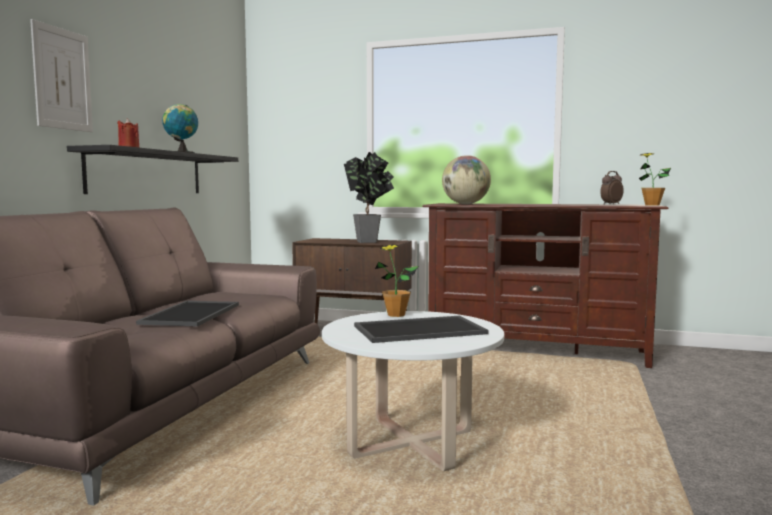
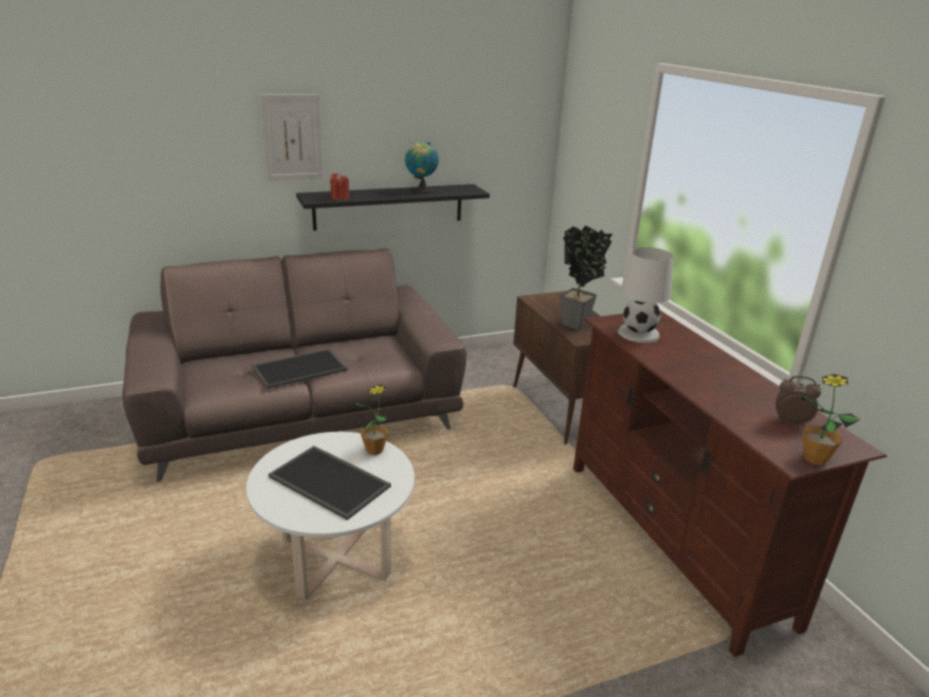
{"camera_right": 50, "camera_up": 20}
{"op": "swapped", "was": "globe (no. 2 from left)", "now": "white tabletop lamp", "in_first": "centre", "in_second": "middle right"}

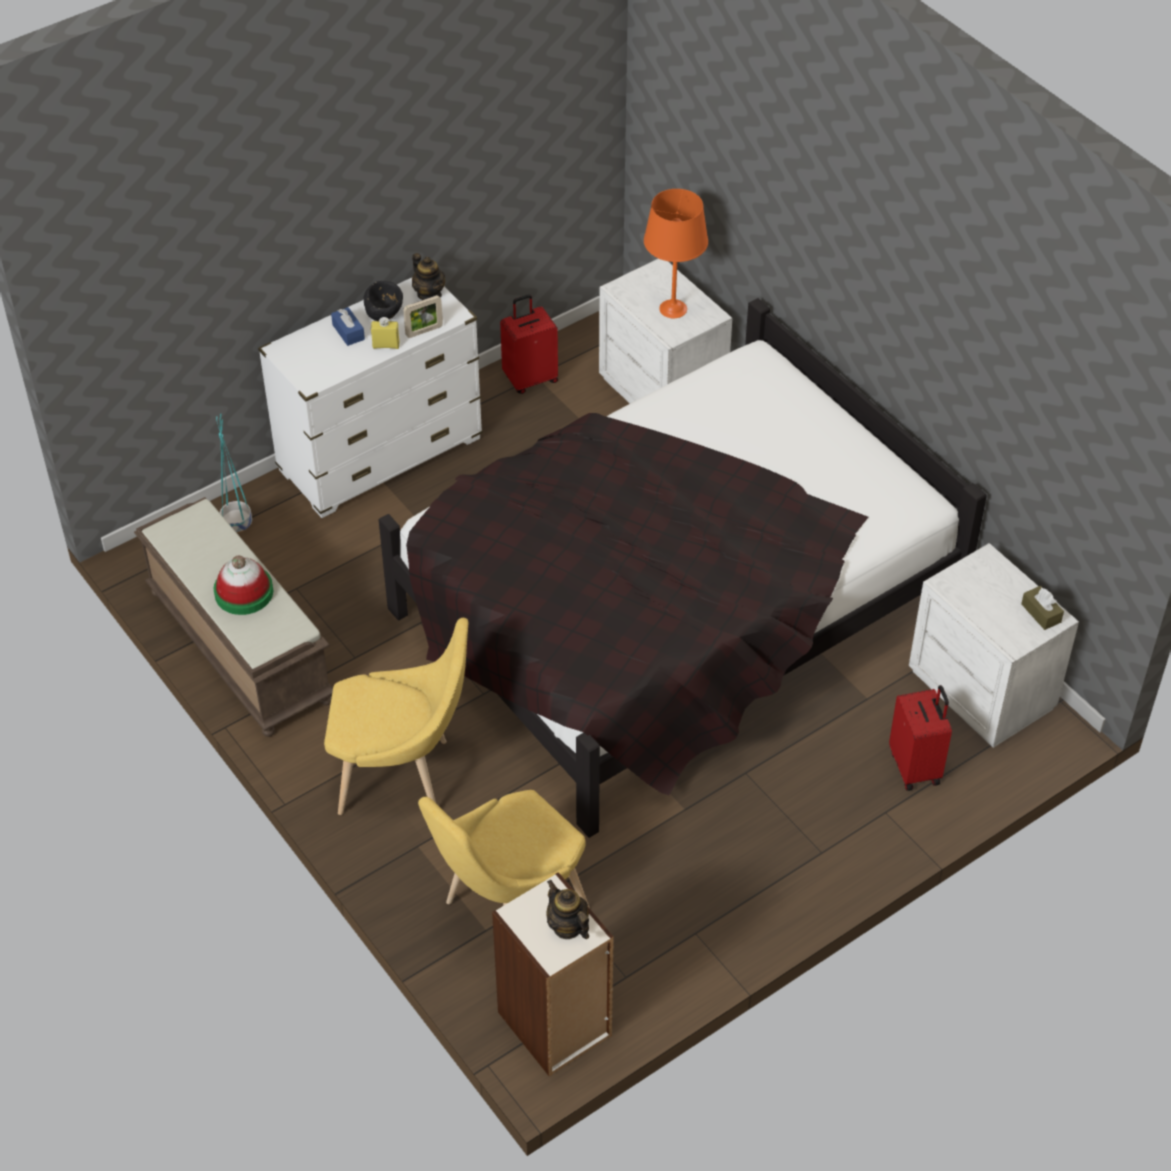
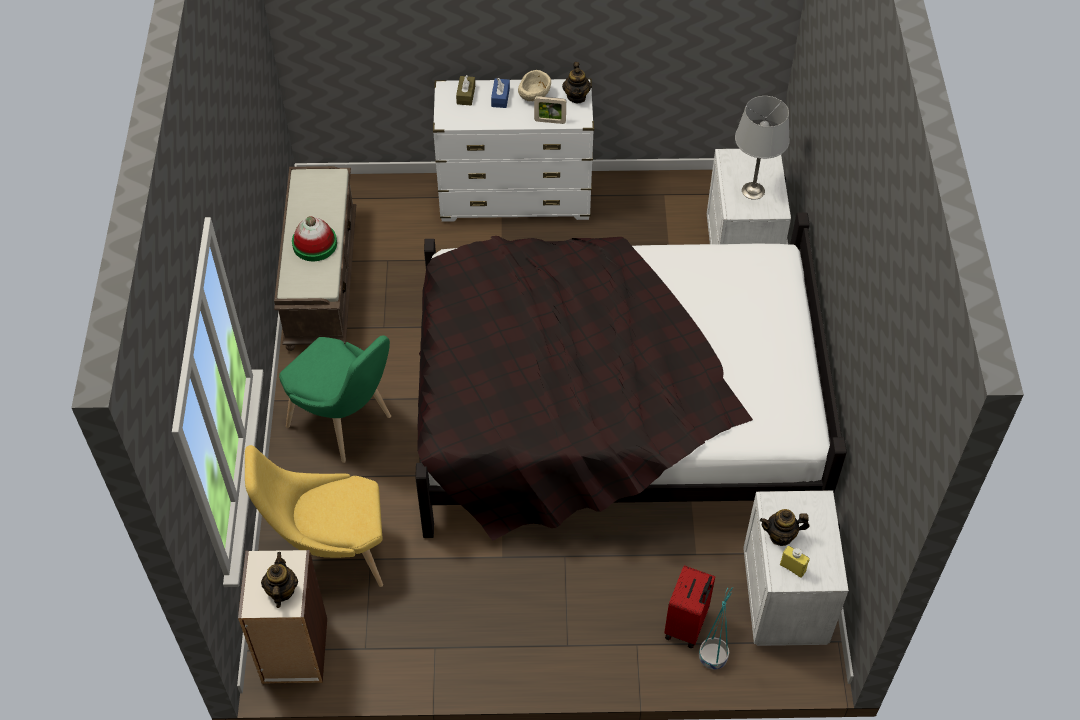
{"camera_right": 35, "camera_up": 5}
{"op": "shifted", "was": "blue-green plant pot", "in_first": "middle left", "in_second": "bottom centre"}
{"op": "repainted", "was": "yellow plain chair (no. 1 from left)", "now": "green plain chair", "in_first": "centre", "in_second": "middle left"}
{"op": "repainted", "was": "black-coloured bowl", "now": "sand-coloured bowl", "in_first": "top left", "in_second": "top centre"}
{"op": "shifted", "was": "yellow bottle", "in_first": "top left", "in_second": "bottom right"}
{"op": "gone", "was": "red piece of luggage (no. 1 from left)", "in_first": "top centre"}
{"op": "repainted", "was": "orangey tabletop lamp", "now": "gray tabletop lamp", "in_first": "top centre", "in_second": "top right"}
{"op": "shifted", "was": "brown-coloured box of tissues", "in_first": "middle right", "in_second": "top centre"}
{"op": "new", "now": "teapot (no. 3 from left)", "in_second": "bottom right"}

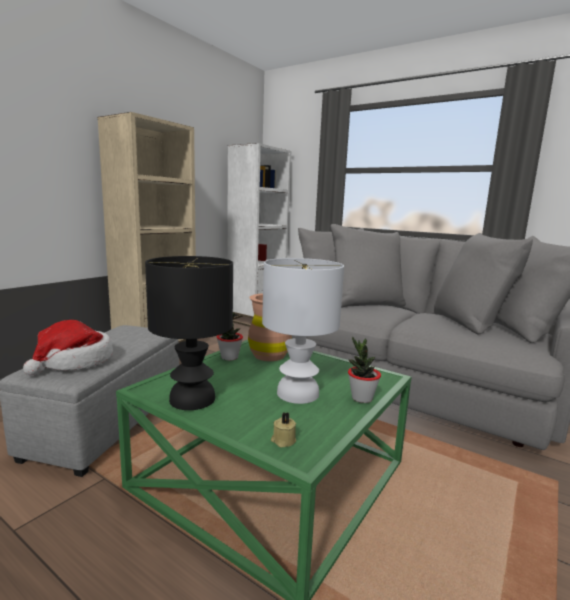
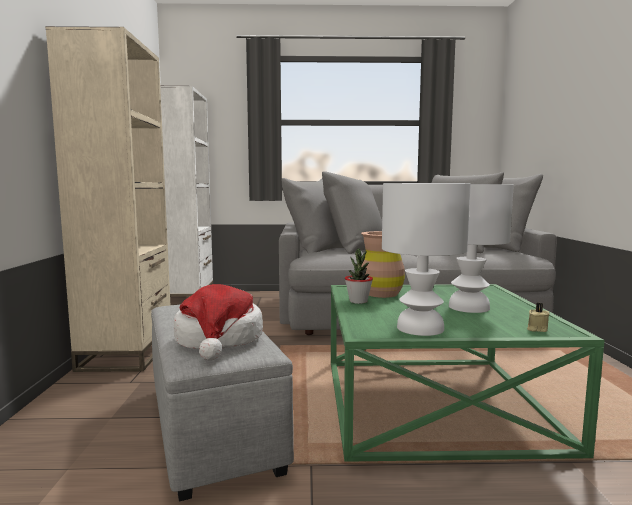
{"camera_right": -35, "camera_up": -5}
{"op": "repainted", "was": "black-coloured tabletop lamp", "now": "white tabletop lamp (no. 1 from left)", "in_first": "middle left", "in_second": "middle right"}
{"op": "gone", "was": "potted plant (no. 2 from left)", "in_first": "centre"}

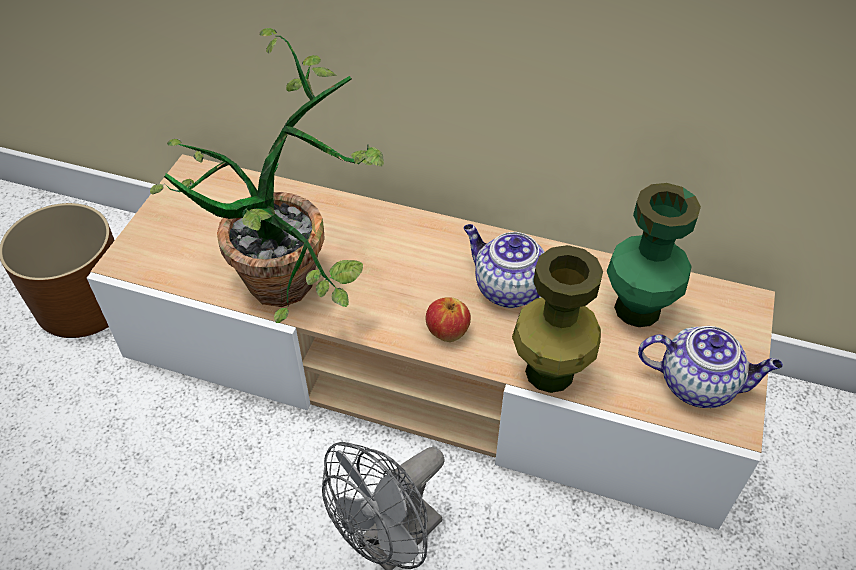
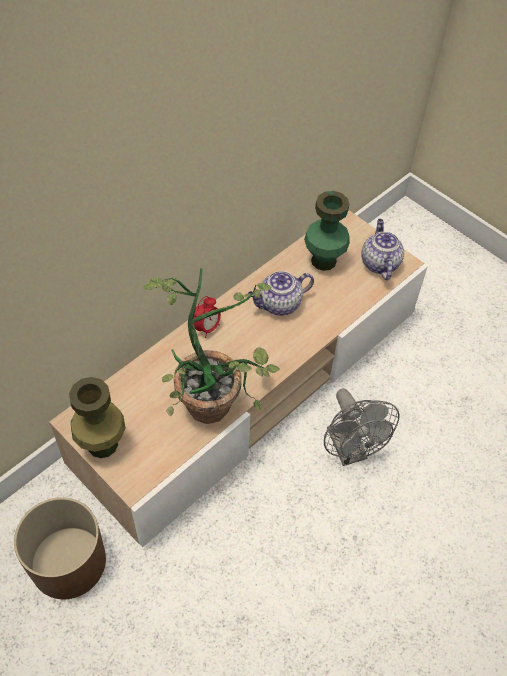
{"camera_right": -65, "camera_up": 5}
{"op": "gone", "was": "apple", "in_first": "centre"}
{"op": "shifted", "was": "green vase (no. 1 from left)", "in_first": "centre", "in_second": "middle left"}
{"op": "rotated", "was": "teapot (no. 2 from left)", "in_first": "middle right", "in_second": "middle right", "clockwise": -45}
{"op": "new", "now": "alarm clock", "in_second": "centre"}

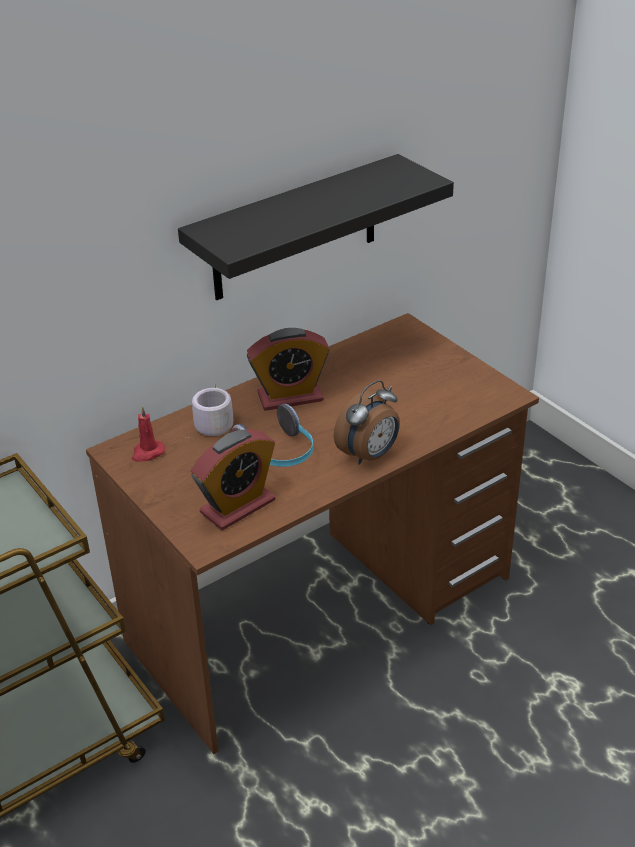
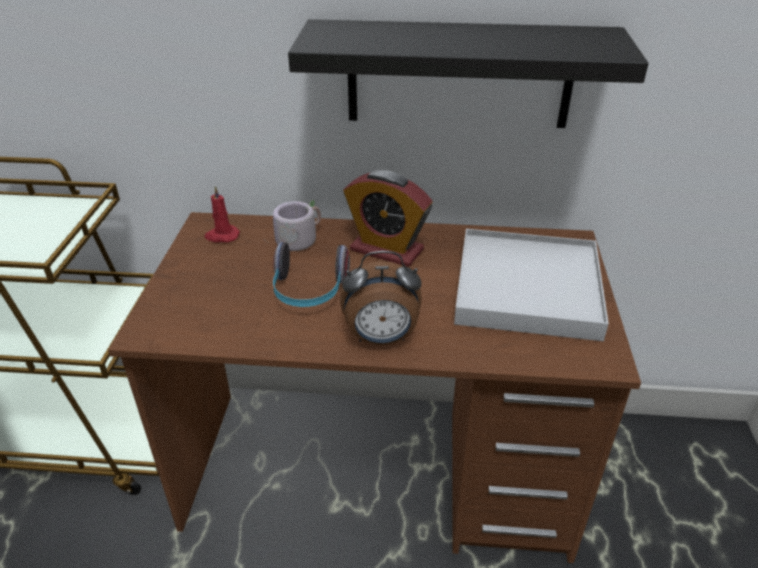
{"camera_right": 40, "camera_up": 0}
{"op": "gone", "was": "alarm clock (no. 1 from left)", "in_first": "centre"}
{"op": "new", "now": "white carrying tray", "in_second": "middle right"}

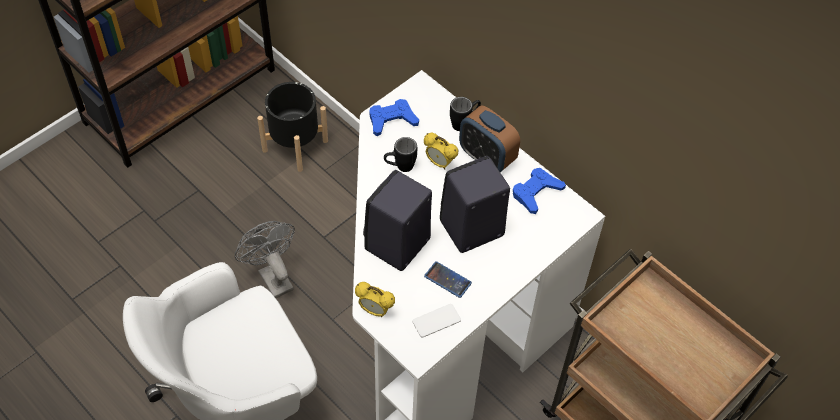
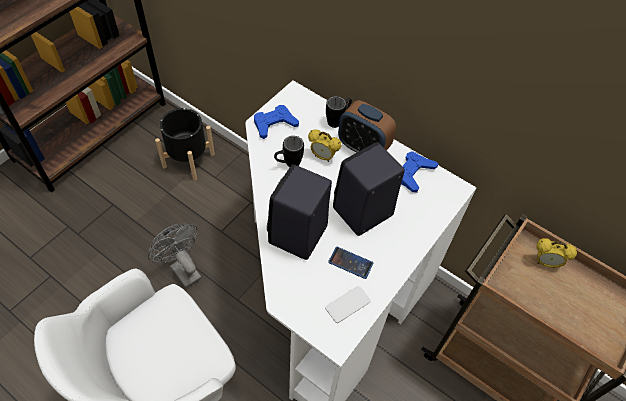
{"camera_right": -10, "camera_up": 0}
{"op": "shifted", "was": "alarm clock (no. 1 from left in the first image)", "now": "alarm clock (no. 3 from left)", "in_first": "bottom centre", "in_second": "middle right"}

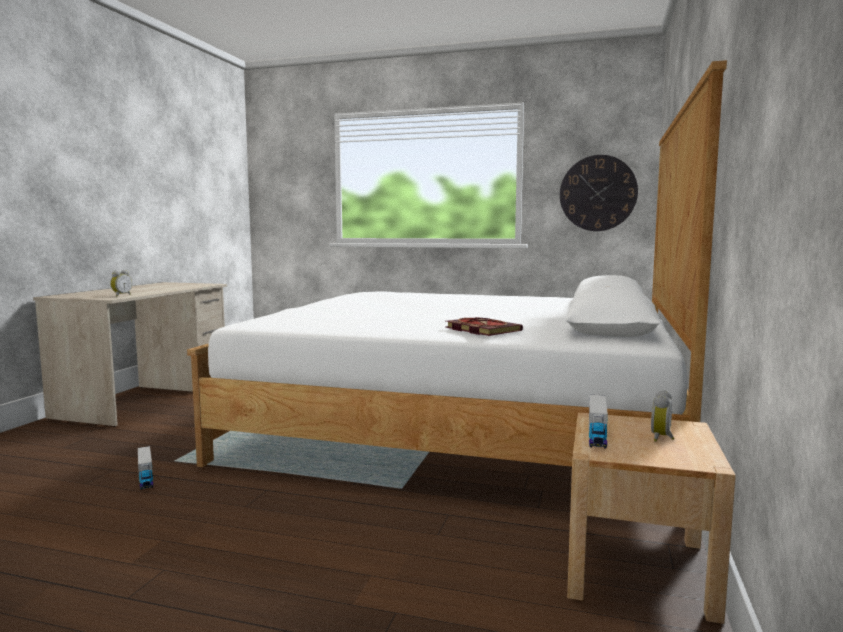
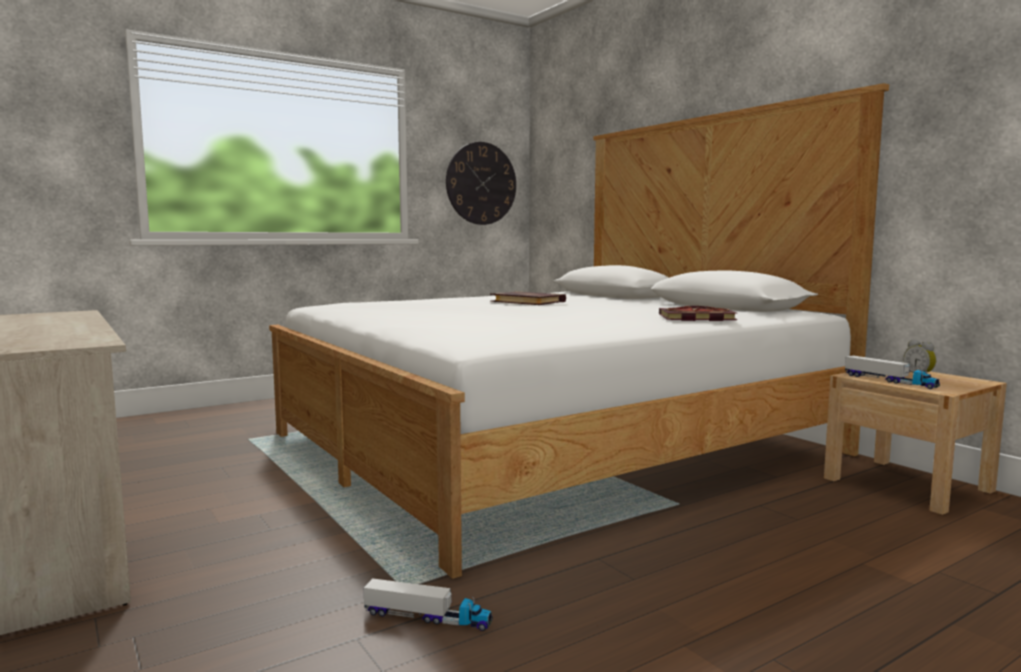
{"camera_right": -50, "camera_up": 0}
{"op": "gone", "was": "alarm clock (no. 1 from left)", "in_first": "middle left"}
{"op": "new", "now": "volume (no. 1 from left)", "in_second": "centre"}

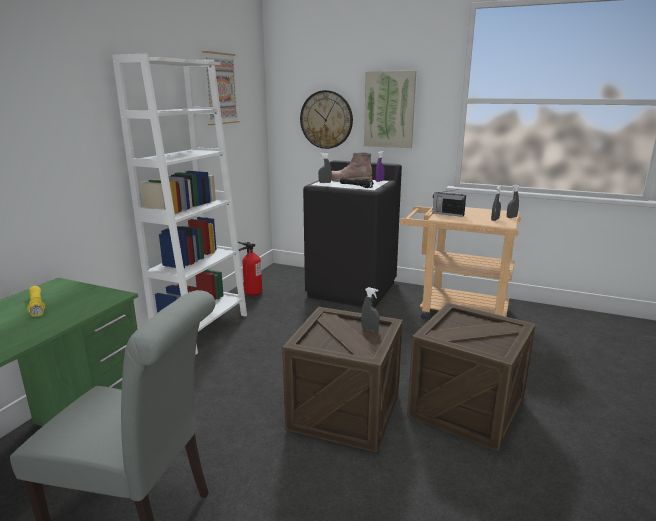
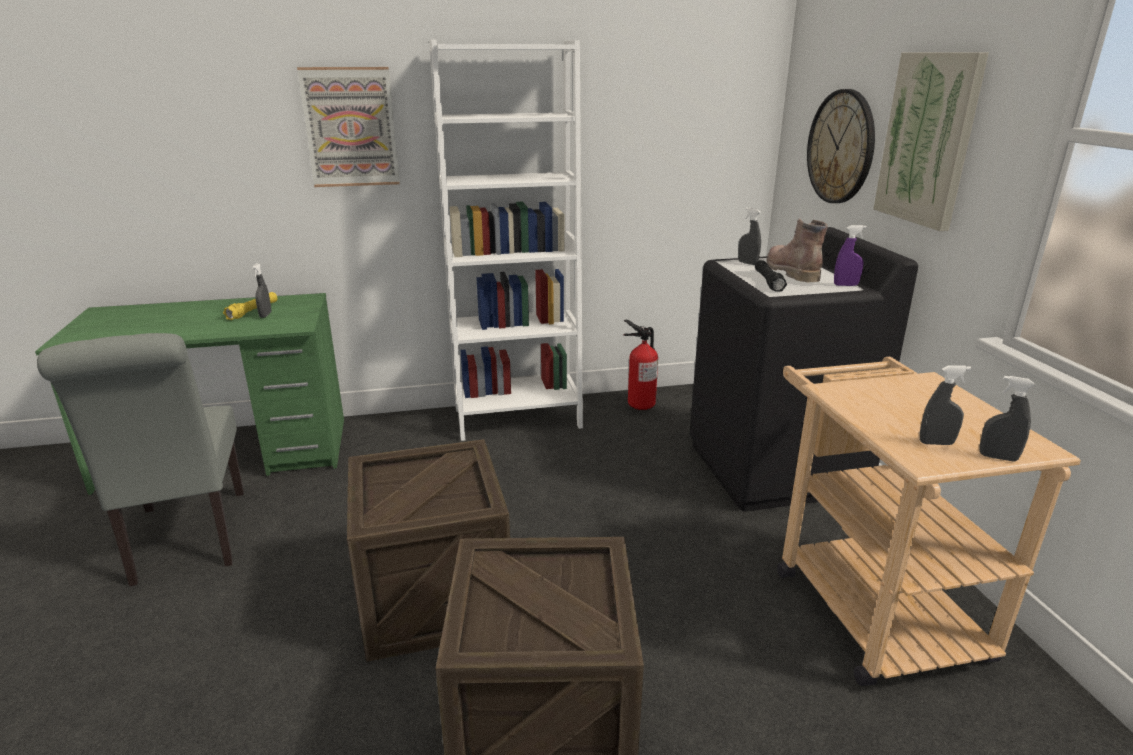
{"camera_right": 55, "camera_up": 5}
{"op": "shifted", "was": "picture (no. 1 from left)", "in_first": "top centre", "in_second": "top left"}
{"op": "shifted", "was": "gray sprayer (no. 2 from left in the first image)", "now": "gray sprayer (no. 1 from left)", "in_first": "centre", "in_second": "middle left"}
{"op": "gone", "was": "radio set", "in_first": "middle right"}

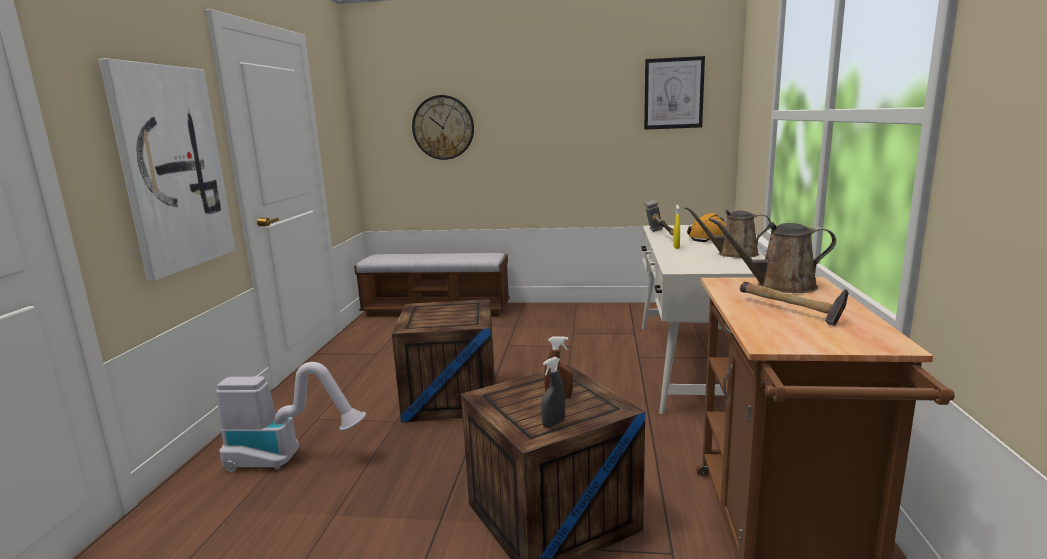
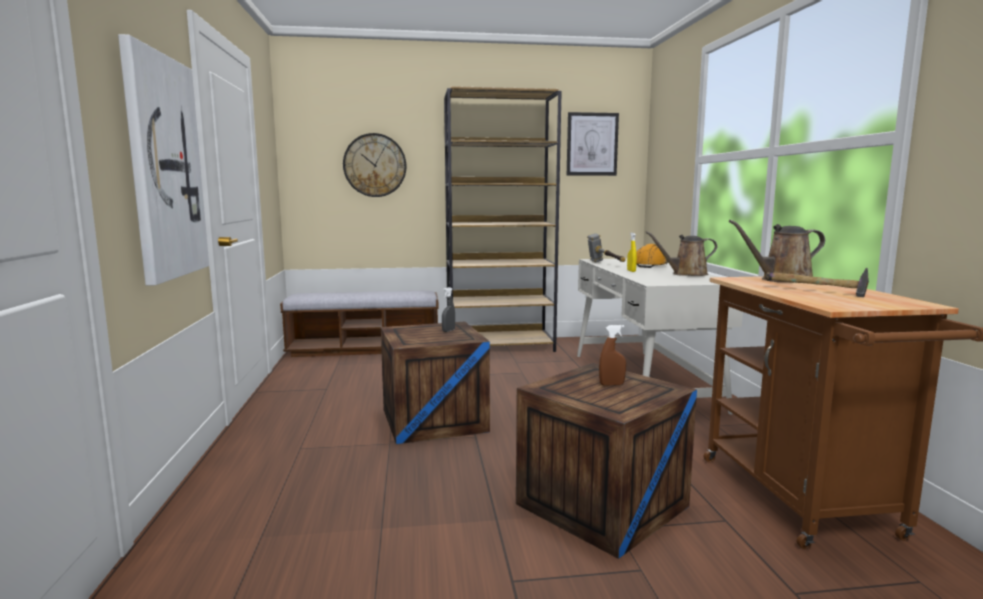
{"camera_right": -15, "camera_up": -5}
{"op": "gone", "was": "hoover", "in_first": "bottom left"}
{"op": "shifted", "was": "gray sprayer", "in_first": "bottom centre", "in_second": "centre"}
{"op": "new", "now": "brown-coloured shelving unit", "in_second": "centre"}

